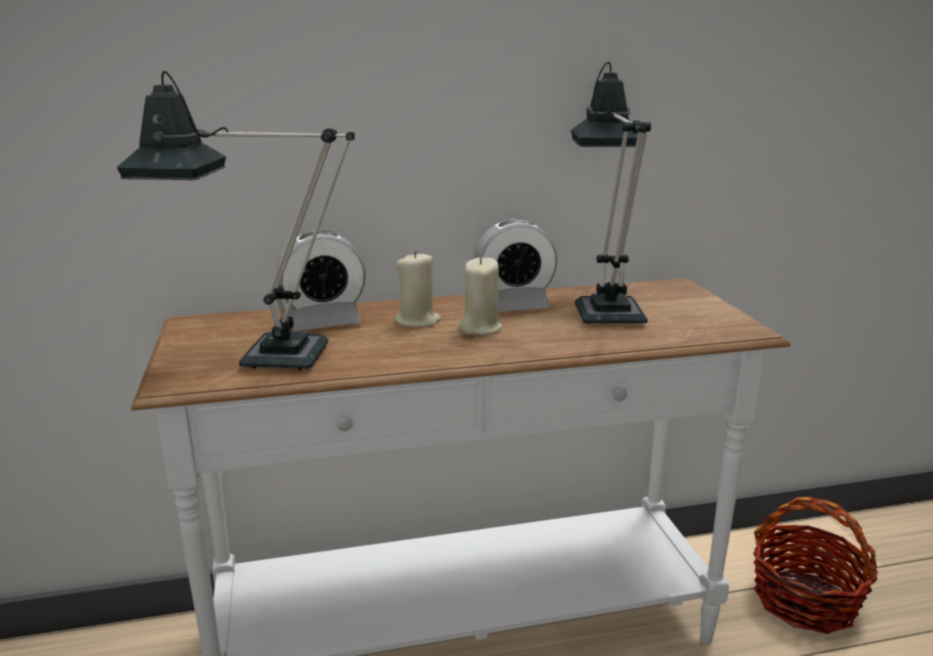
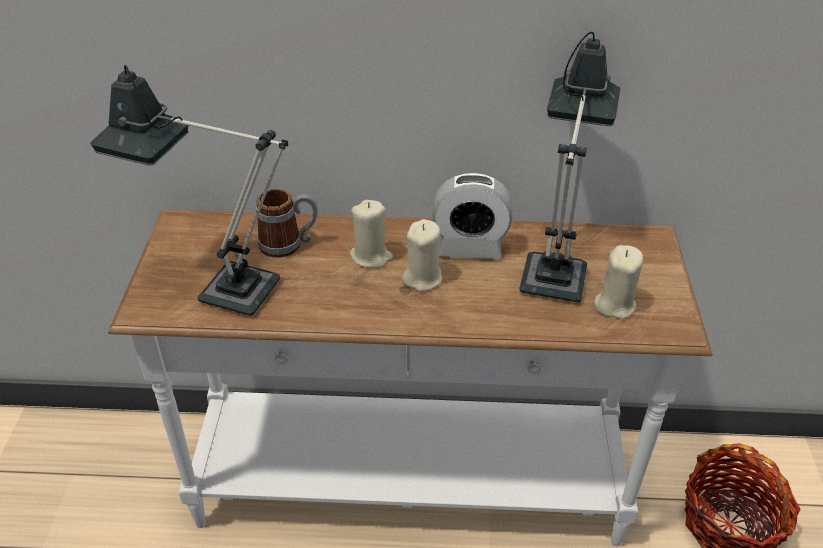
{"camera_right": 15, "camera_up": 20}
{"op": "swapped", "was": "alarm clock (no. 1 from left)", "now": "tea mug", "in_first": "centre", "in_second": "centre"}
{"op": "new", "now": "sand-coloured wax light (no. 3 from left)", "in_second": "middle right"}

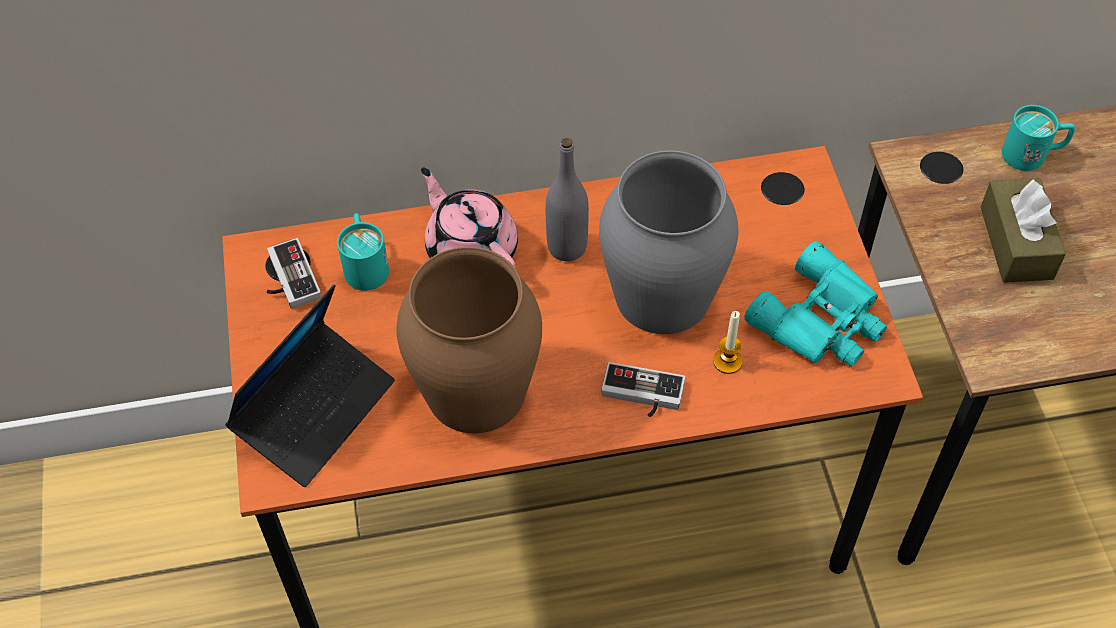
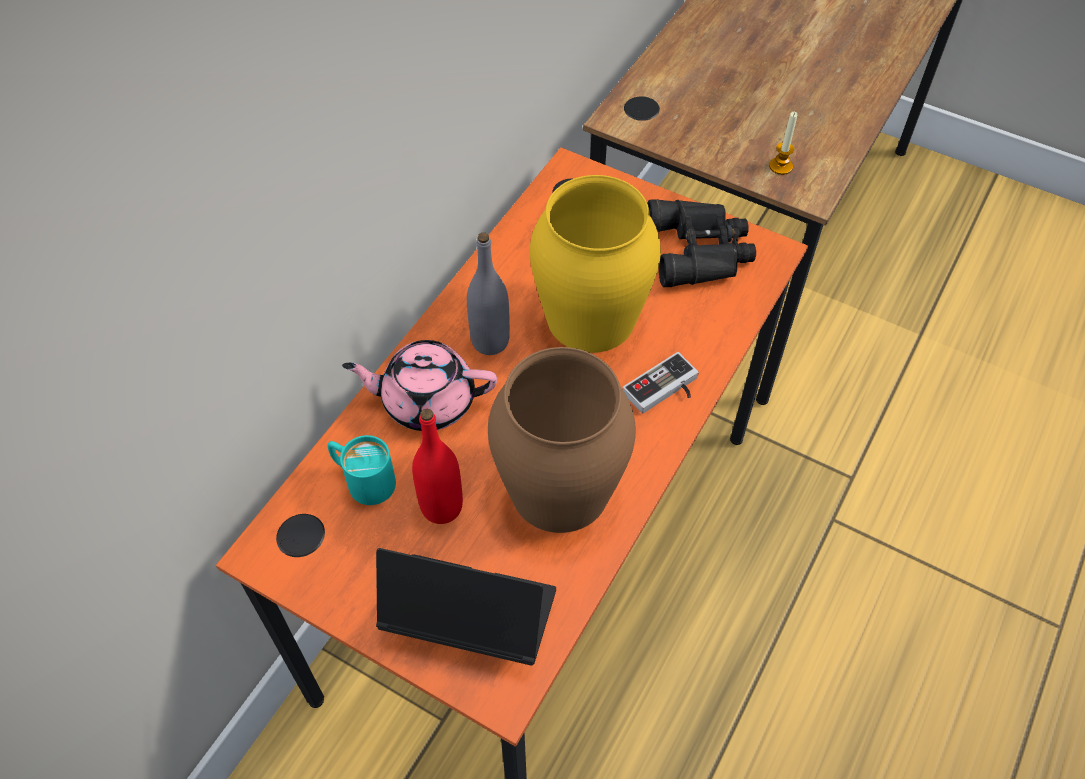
{"camera_right": -50, "camera_up": 0}
{"op": "rotated", "was": "laptop", "in_first": "middle left", "in_second": "bottom centre", "clockwise": -60}
{"op": "gone", "was": "game controller (no. 1 from left)", "in_first": "middle left"}
{"op": "repainted", "was": "gray vase", "now": "yellow vase", "in_first": "centre", "in_second": "centre"}
{"op": "shifted", "was": "wax light", "in_first": "centre", "in_second": "top right"}
{"op": "repainted", "was": "blue-green pair of binoculars", "now": "black-coloured pair of binoculars", "in_first": "middle right", "in_second": "top centre"}
{"op": "gone", "was": "brown-coloured box of tissues", "in_first": "middle right"}
{"op": "gone", "was": "blue-green tea mug (no. 2 from left)", "in_first": "top right"}
{"op": "new", "now": "red bottle", "in_second": "centre"}

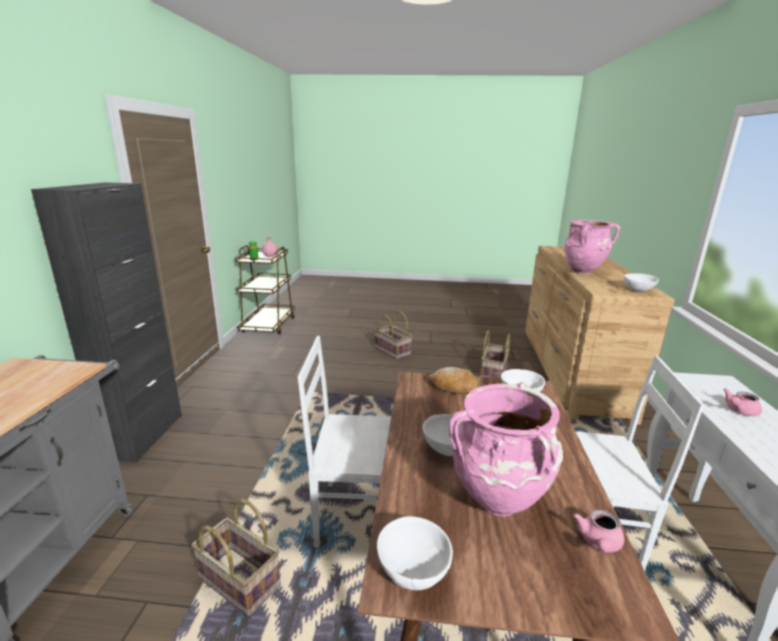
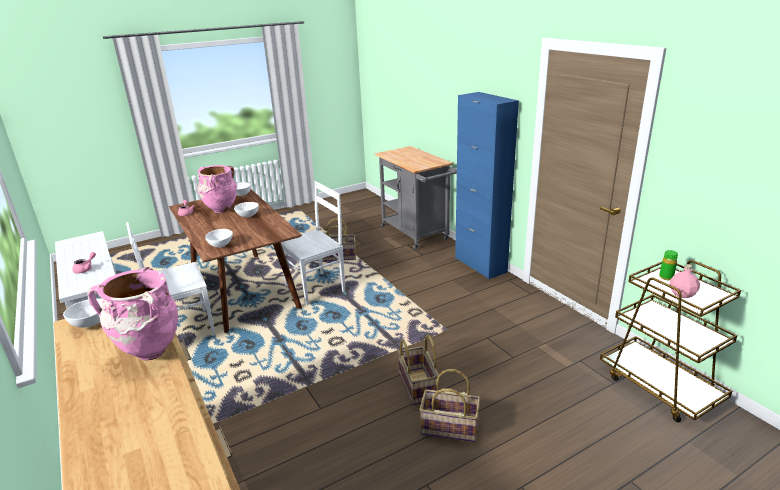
{"camera_right": 145, "camera_up": 5}
{"op": "repainted", "was": "black-coloured storage cabinet", "now": "bluish storage cabinet", "in_first": "middle left", "in_second": "centre"}
{"op": "gone", "was": "bread", "in_first": "centre"}
{"op": "shifted", "was": "storage basket (no. 3 from left in the first image)", "now": "storage basket (no. 2 from left)", "in_first": "centre", "in_second": "bottom centre"}

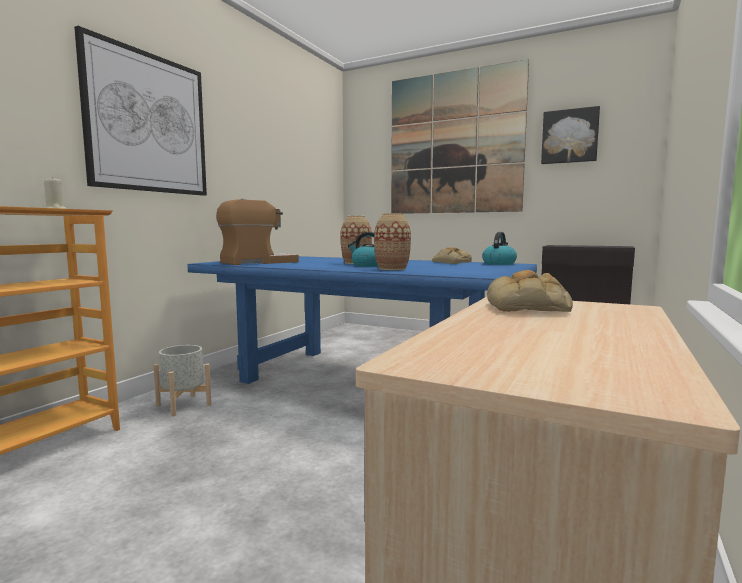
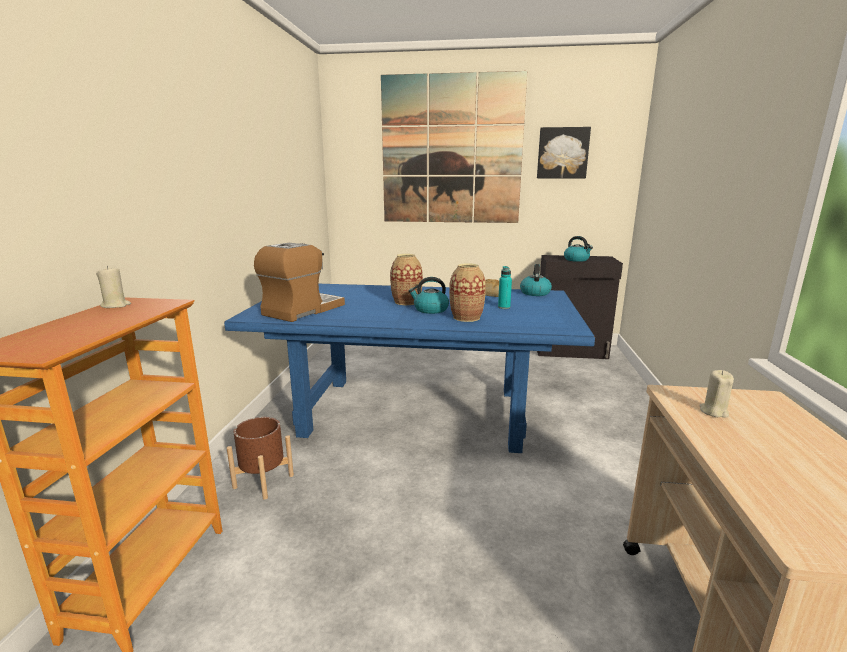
{"camera_right": -20, "camera_up": 10}
{"op": "gone", "was": "picture (no. 1 from left)", "in_first": "top left"}
{"op": "repainted", "was": "gray plant pot", "now": "brown-coloured plant pot", "in_first": "middle left", "in_second": "bottom left"}
{"op": "swapped", "was": "bread (no. 2 from left)", "now": "sand-coloured wax light (no. 2 from left)", "in_first": "middle right", "in_second": "middle right"}
{"op": "new", "now": "blue-green bottle", "in_second": "centre"}
{"op": "new", "now": "water kettle (no. 3 from left)", "in_second": "middle right"}

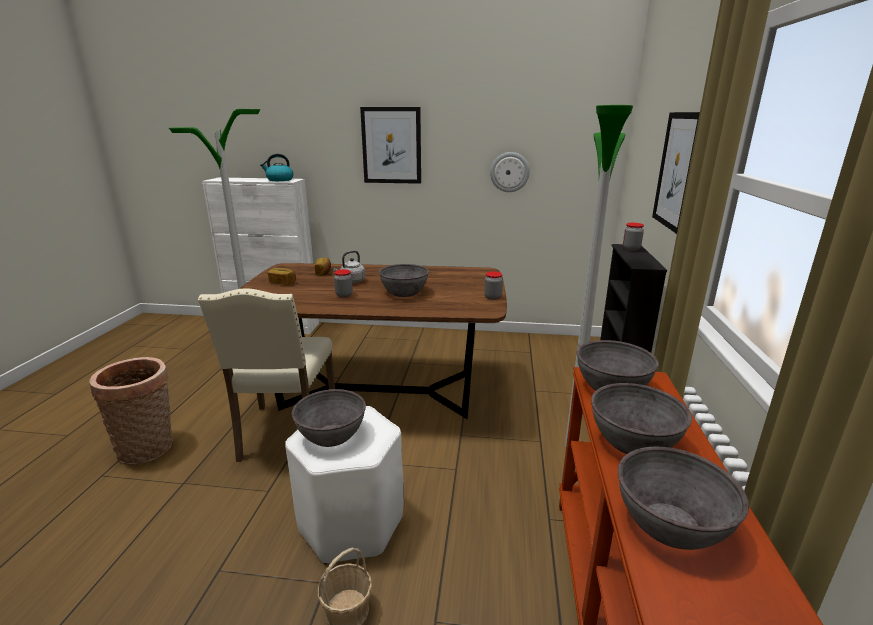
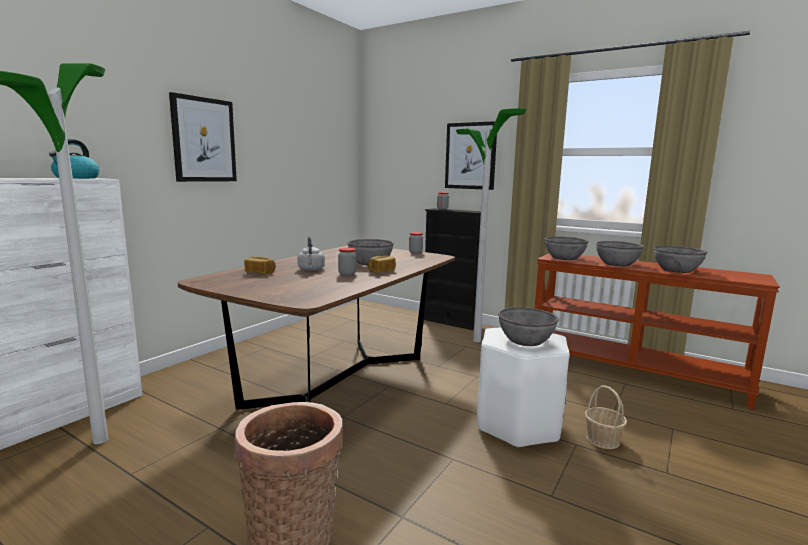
{"camera_right": -65, "camera_up": -10}
{"op": "gone", "was": "sand-coloured plain chair", "in_first": "middle left"}
{"op": "shifted", "was": "bread (no. 1 from left in the first image)", "now": "bread (no. 2 from left)", "in_first": "middle left", "in_second": "centre"}
{"op": "gone", "was": "clock on the wall", "in_first": "top centre"}

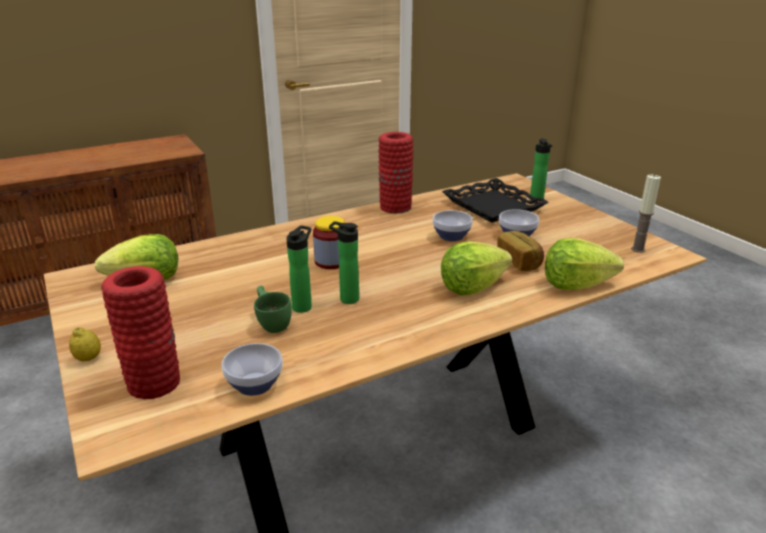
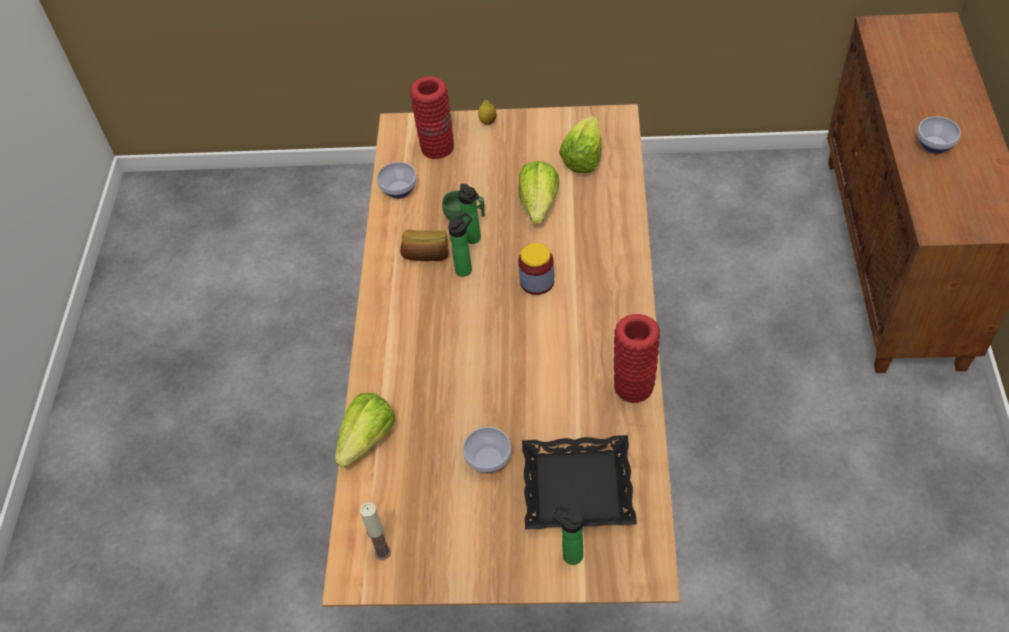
{"camera_right": 125, "camera_up": 25}
{"op": "shifted", "was": "bowl (no. 2 from left in the first image)", "now": "bowl (no. 3 from left)", "in_first": "centre", "in_second": "top right"}
{"op": "shifted", "was": "lettuce (no. 2 from left)", "in_first": "centre", "in_second": "top centre"}
{"op": "shifted", "was": "bread", "in_first": "middle right", "in_second": "centre"}

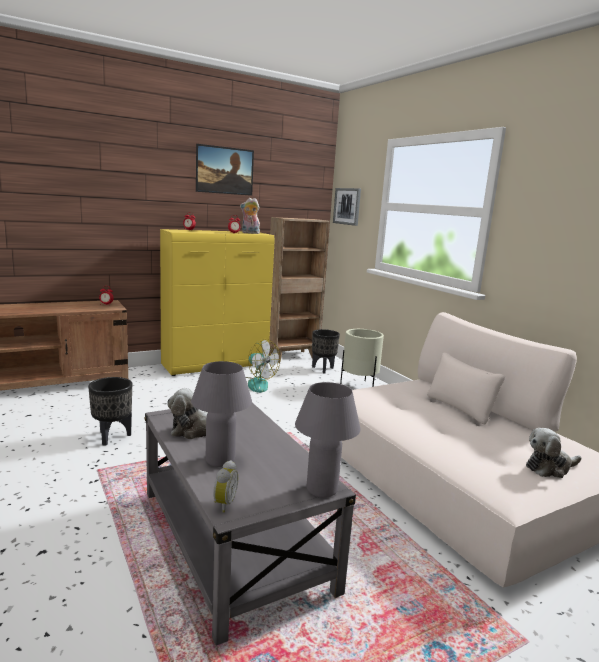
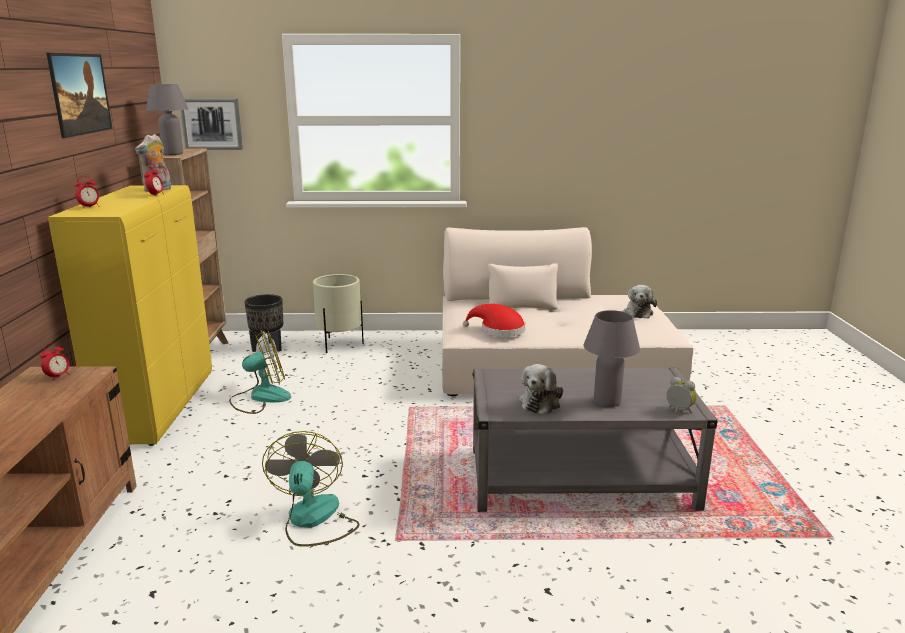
{"camera_right": -60, "camera_up": 5}
{"op": "swapped", "was": "black-coloured plant pot (no. 1 from left)", "now": "cooling fan (no. 2 from left)", "in_first": "middle left", "in_second": "bottom centre"}
{"op": "shifted", "was": "gray tabletop lamp (no. 2 from left in the first image)", "now": "gray tabletop lamp (no. 1 from left)", "in_first": "centre", "in_second": "top left"}
{"op": "new", "now": "red clothing hat", "in_second": "centre"}

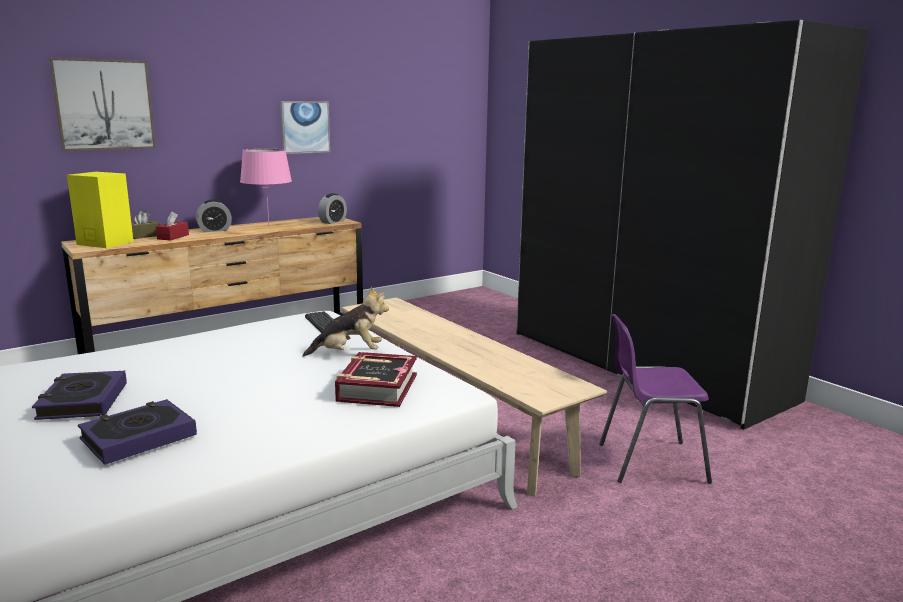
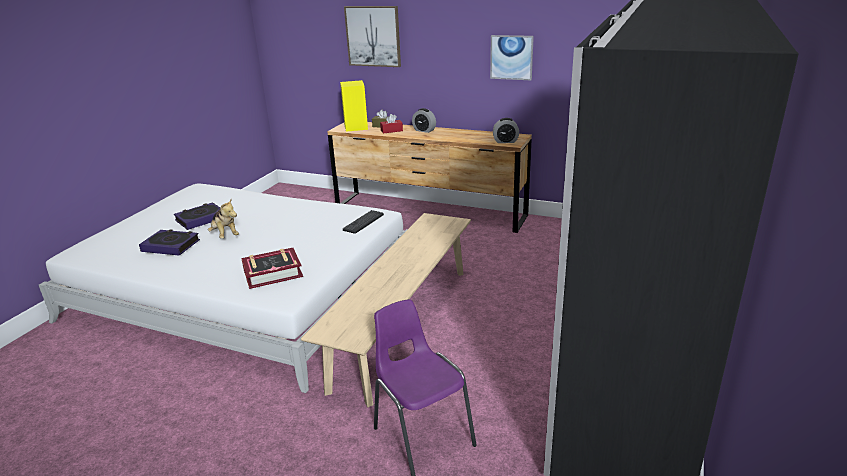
{"camera_right": 60, "camera_up": 10}
{"op": "gone", "was": "pink tabletop lamp", "in_first": "top left"}
{"op": "shifted", "was": "plush toy", "in_first": "centre", "in_second": "middle left"}

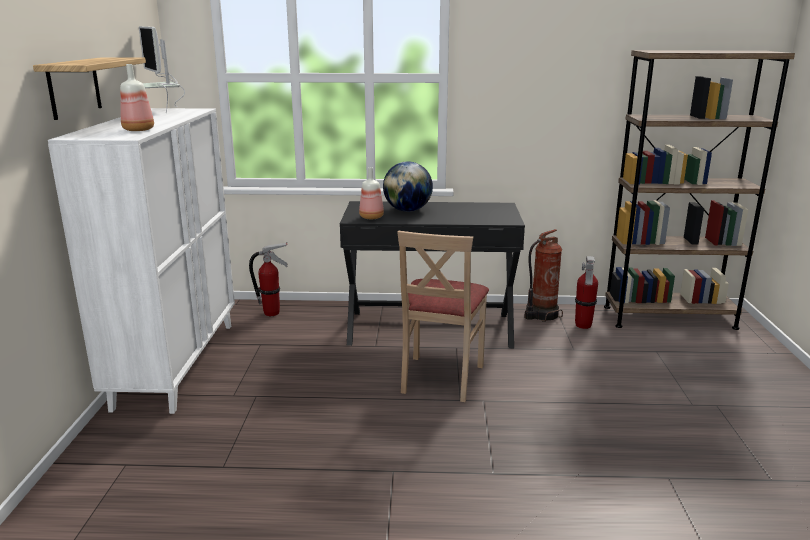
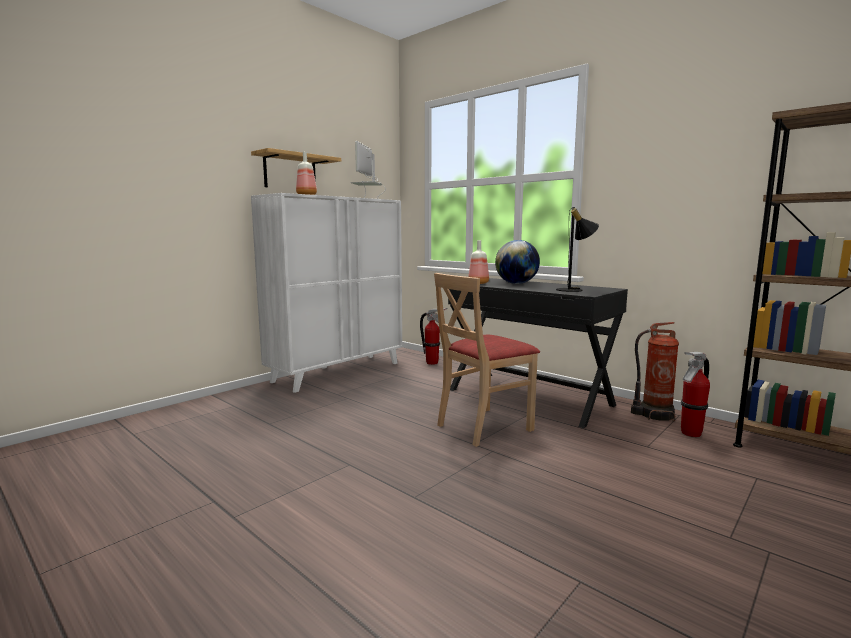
{"camera_right": 40, "camera_up": -10}
{"op": "new", "now": "black-coloured tabletop lamp", "in_second": "middle right"}

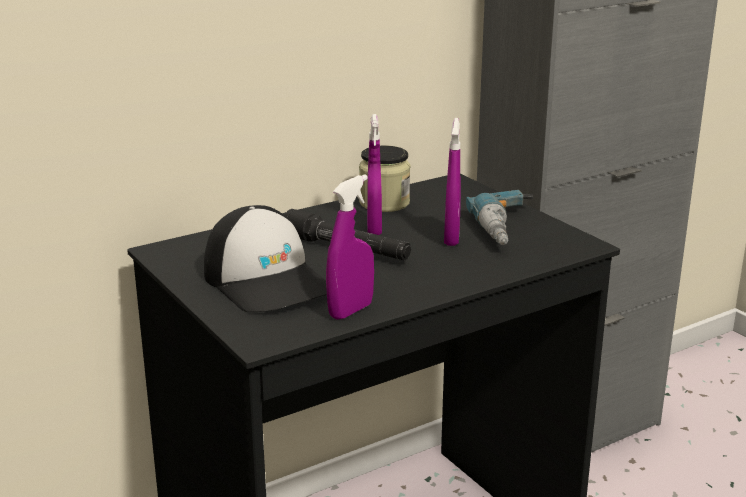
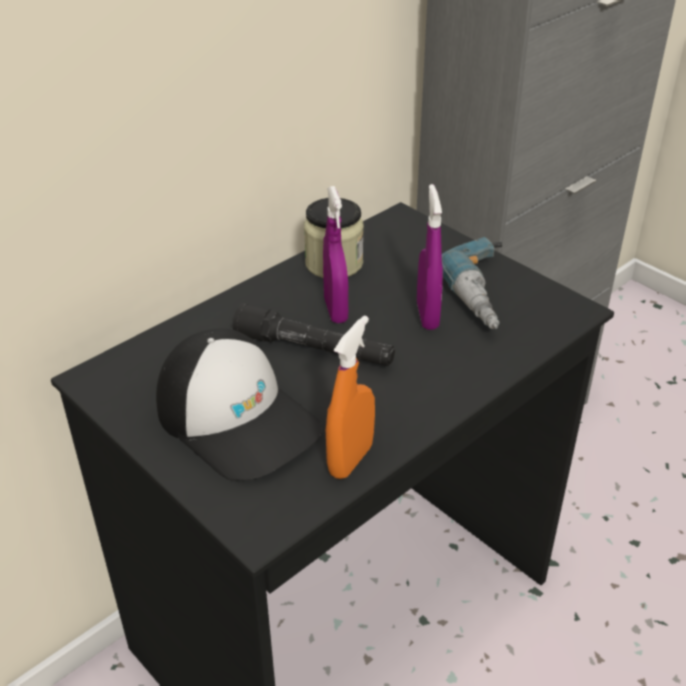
{"camera_right": -10, "camera_up": 15}
{"op": "repainted", "was": "purplish sprayer (no. 1 from left)", "now": "orangey sprayer", "in_first": "centre", "in_second": "centre"}

